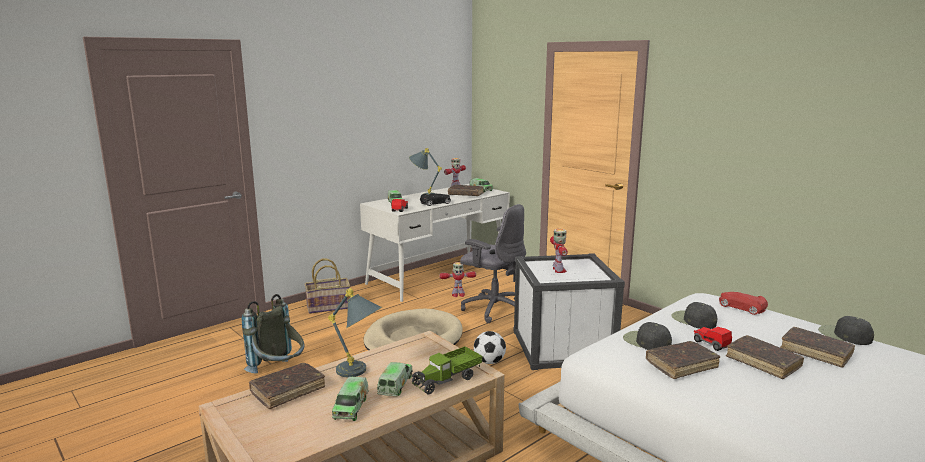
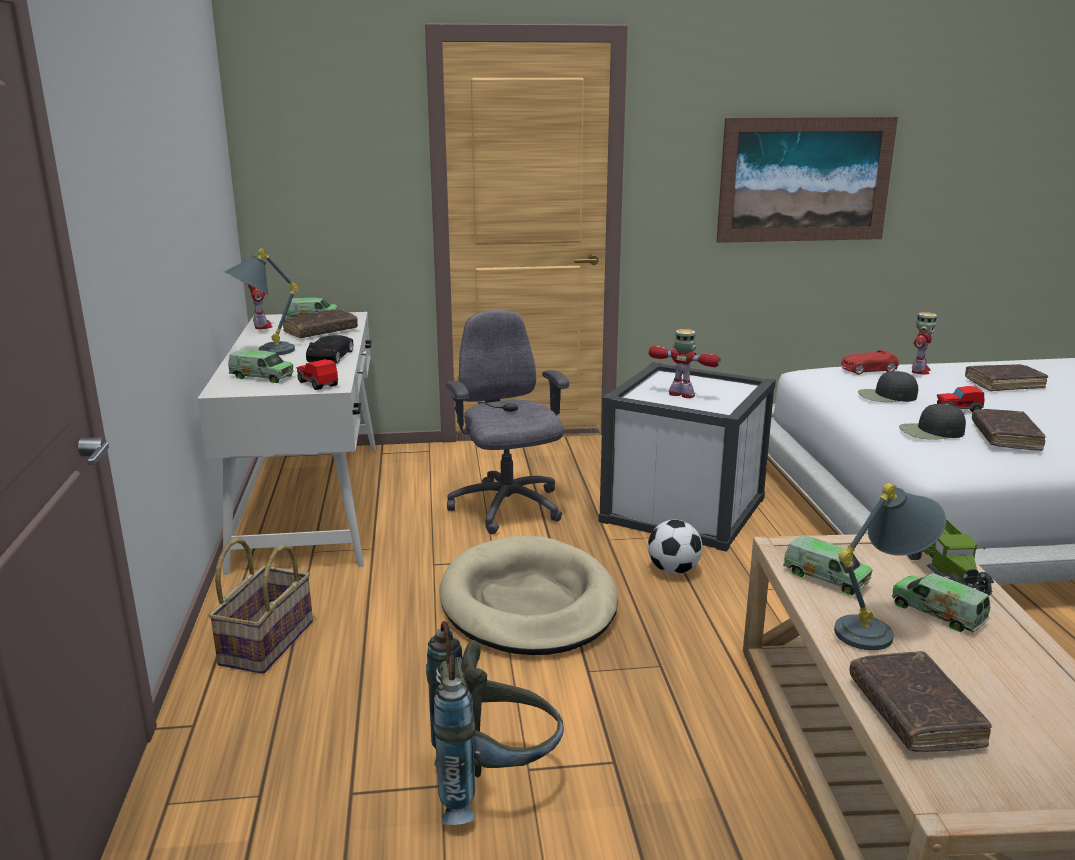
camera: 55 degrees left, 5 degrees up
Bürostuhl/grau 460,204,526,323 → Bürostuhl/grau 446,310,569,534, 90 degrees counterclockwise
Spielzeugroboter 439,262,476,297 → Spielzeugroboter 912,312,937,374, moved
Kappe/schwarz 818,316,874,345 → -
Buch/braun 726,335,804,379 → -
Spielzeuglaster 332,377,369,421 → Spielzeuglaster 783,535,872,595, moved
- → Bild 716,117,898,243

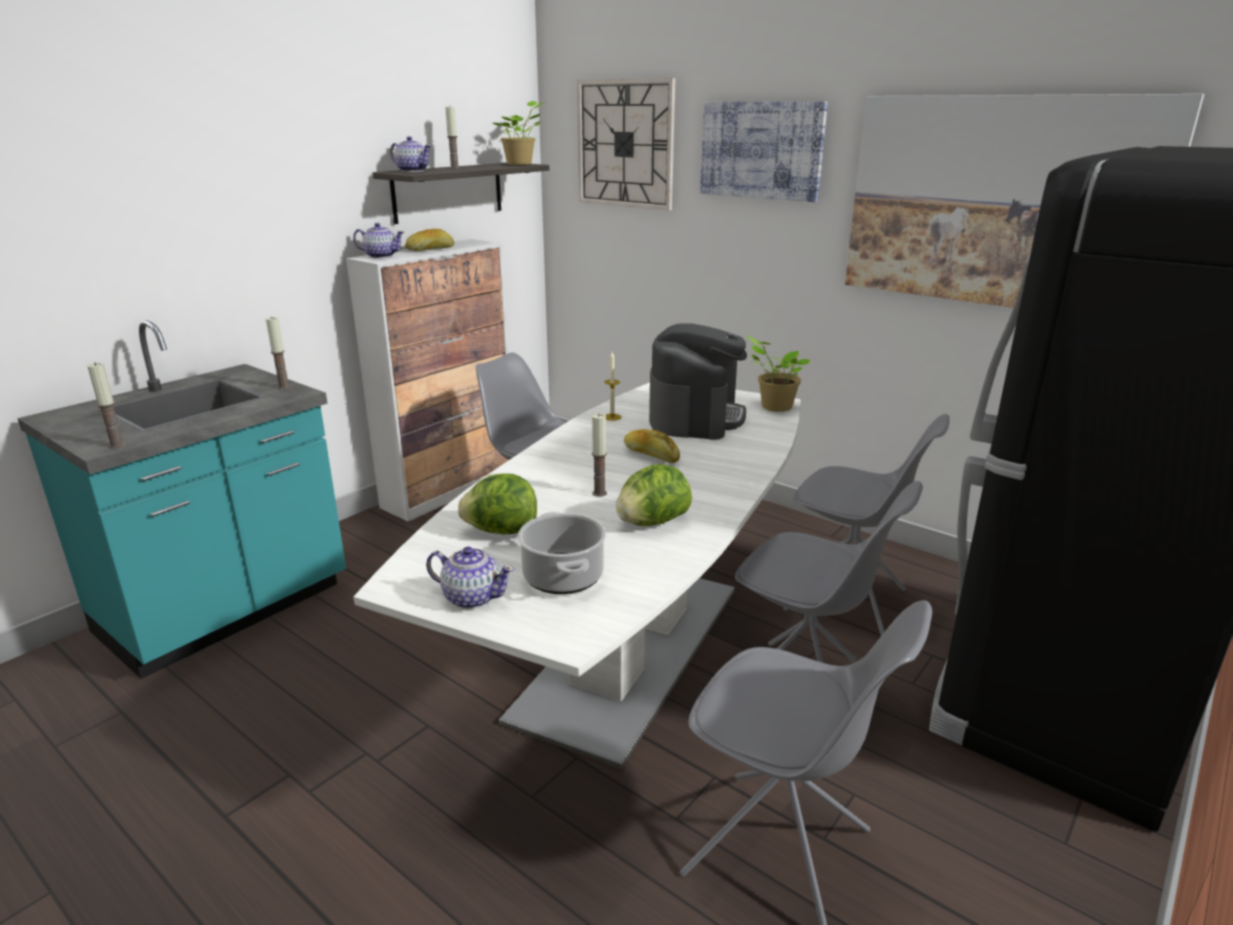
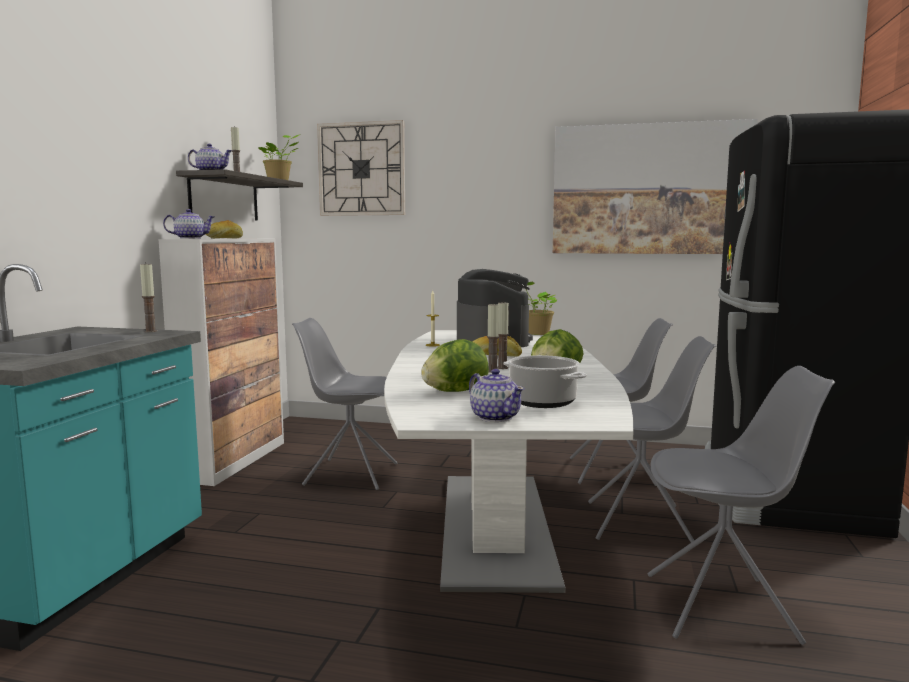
camera: 25 degrees left, 15 degrees down
Bild 700,101,828,202 → -
Kerze 87,362,126,448 → Kerze 497,301,509,369, moved
Teekanne 426,547,514,609 → Teekanne 469,369,525,422, 60 degrees clockwise

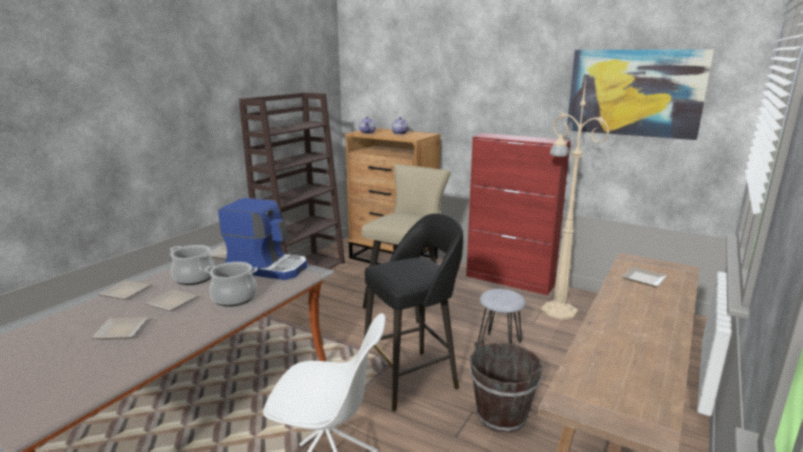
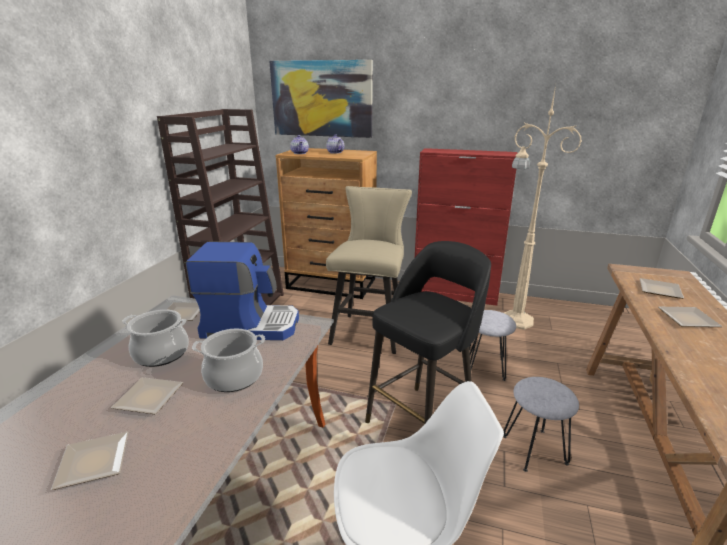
camera: 15 degrees left, 5 degrees up
Bild 567,49,714,140 → Bild 269,60,373,138, moved
Teller 98,281,151,299 → Teller 658,307,723,327, moved
Eimer/braun 470,338,543,433 → Hocker/grau 503,377,579,472

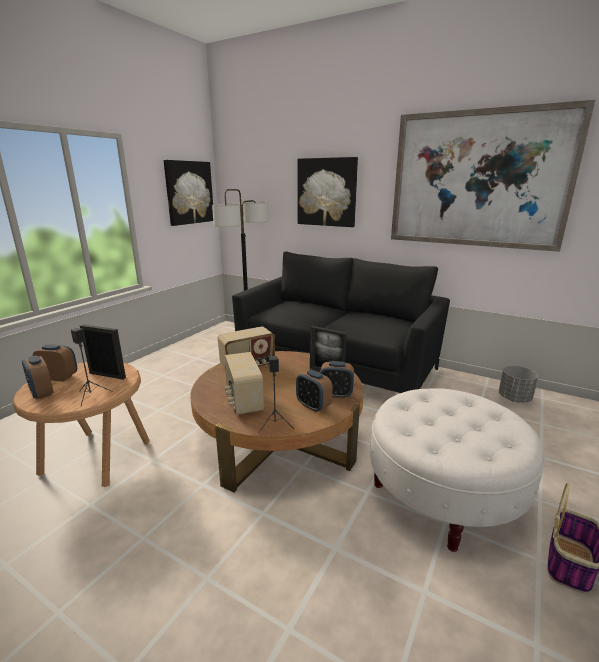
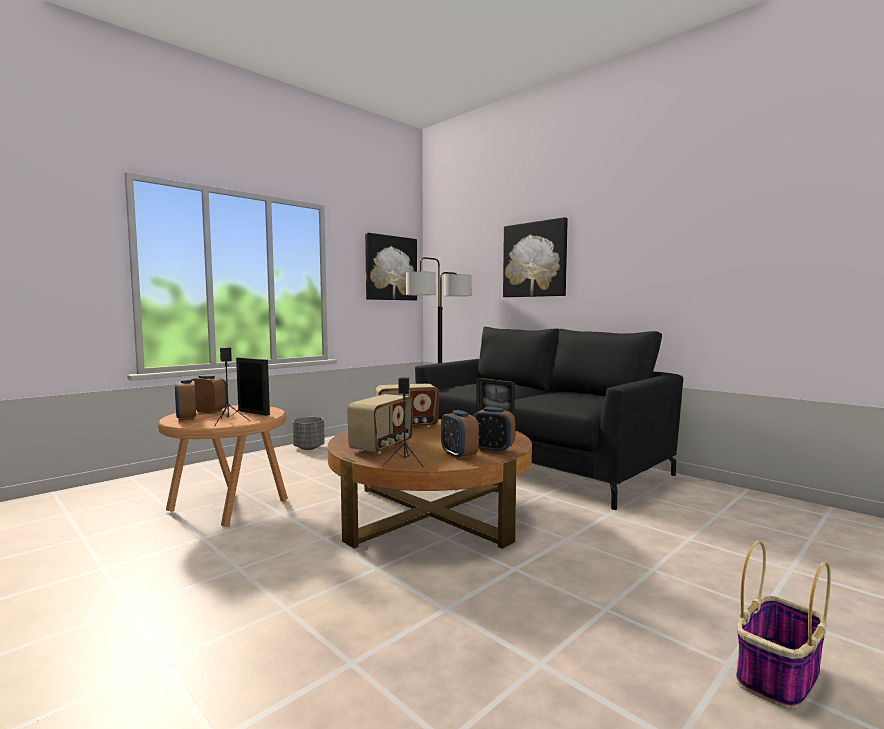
camera: 15 degrees right, 15 degrees down
Bild 391,100,595,252 → -
Radio 225,352,264,415 → Radio 347,394,413,454, 150 degrees counterclockwise
Pflanzkübel/grau 499,366,538,403 → Pflanzkübel/grau 293,417,325,450, moved
Polsterhocker/weiß 370,388,545,552 → -

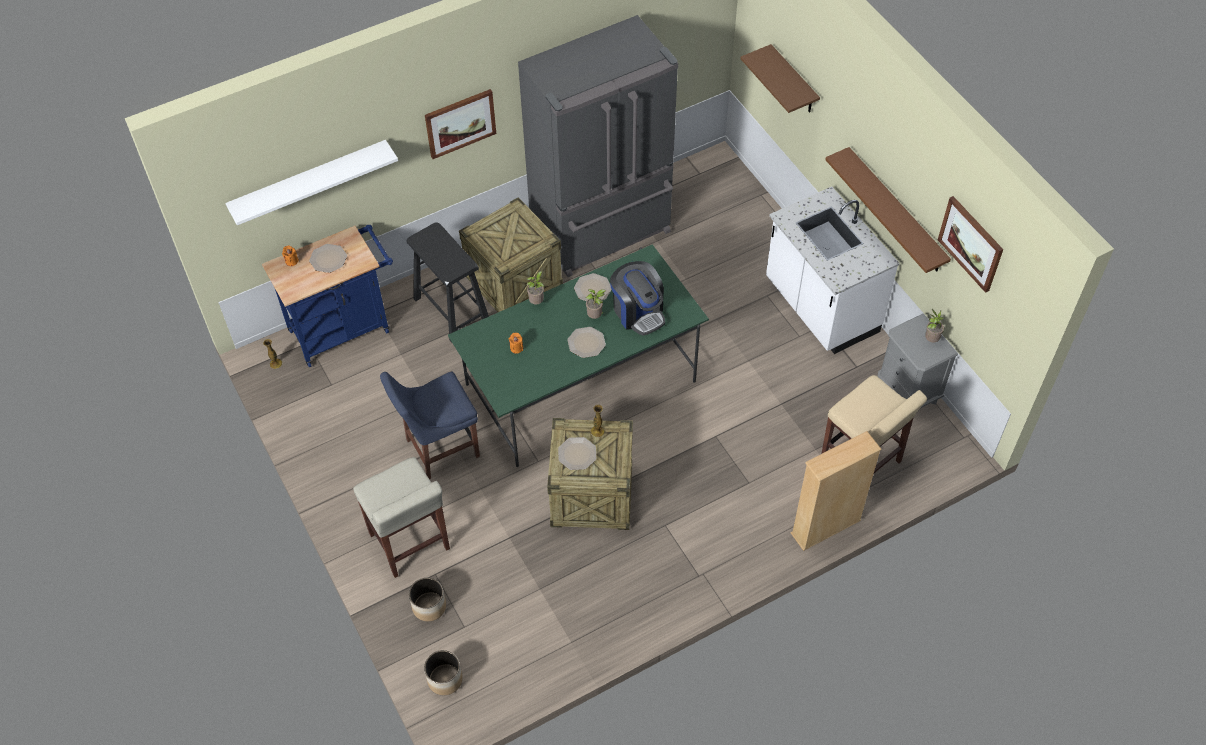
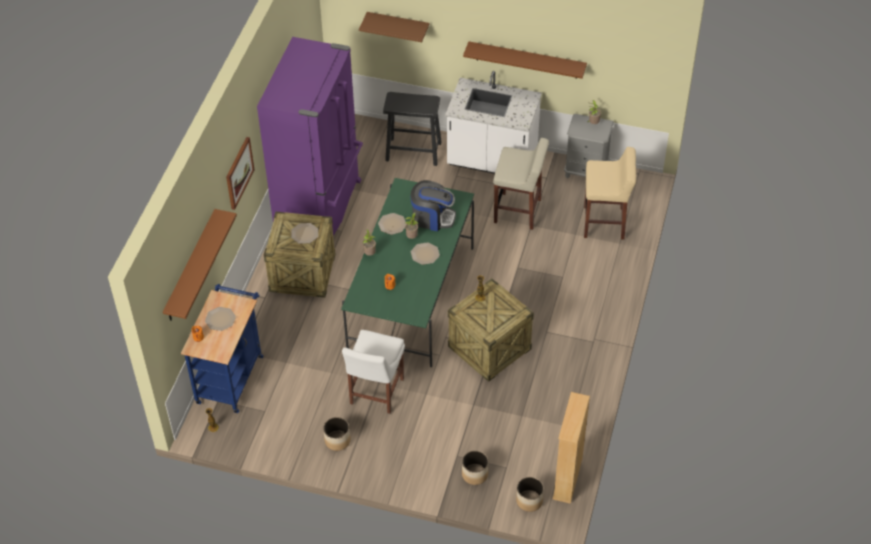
camera: 45 degrees left, 5 degrees down
Kühlschrank/grau 518,15,678,277 → Kühlschrank/lila 257,37,363,236
Wandregal/weiß 225,140,398,225 → Wandregal/braun 163,209,237,321
Bild 938,196,1003,293 → -
Hocker/schwarz 406,223,489,343 → Hocker/schwarz 383,92,442,166, moved
Stuhl/blau 380,372,480,479 → Stuhl/weiß 342,330,405,414
Bücherregal/beige 791,431,882,551 → Bücherregal/beige 553,392,590,504, moved
Teller 558,437,596,470 → Teller 291,223,318,244, moved
Hocker/beige 353,457,450,578 → Hocker/beige 493,138,549,230, moved
- → Pflanzkübel 323,417,351,451

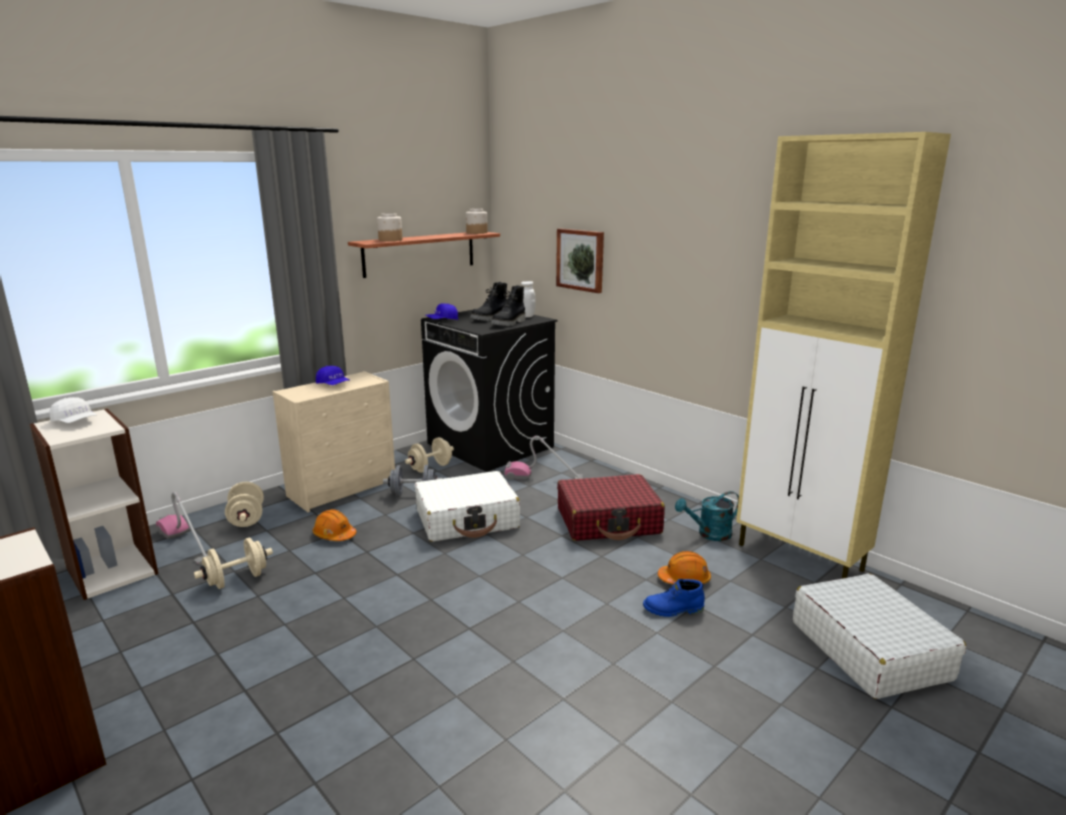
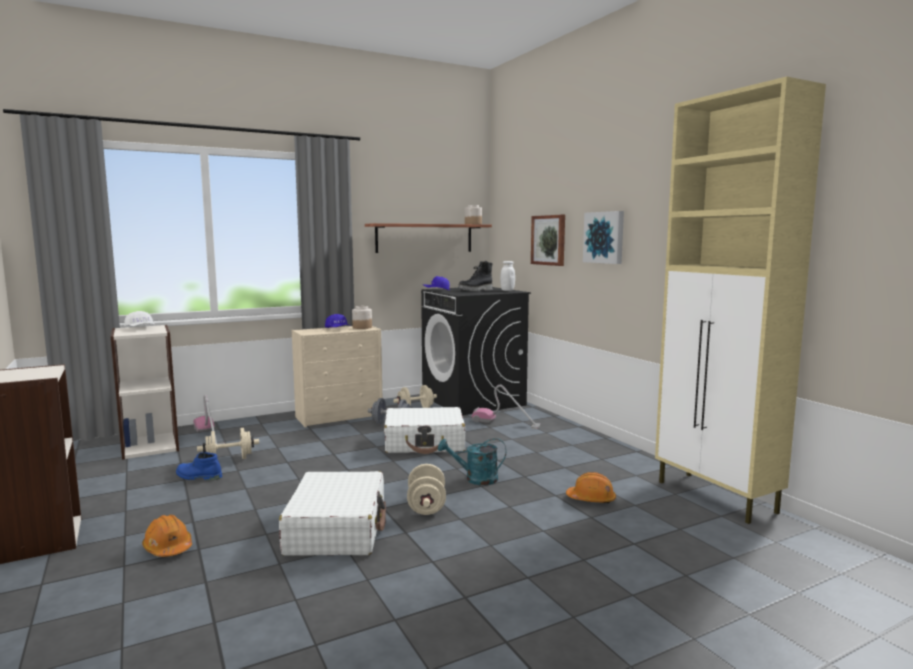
camera: 15 degrees right, 10 degrees down
Vorratsglas 377,213,402,241 → Vorratsglas 352,306,372,329, moved
Stiefel/schwarz 491,285,525,326 → -
Koffer/rot 557,474,665,541 → -
Hantel/beige 225,482,264,527 → Hantel/beige 407,464,446,515, moved
Gießkanne/türkis 675,491,739,541 → Gießkanne/türkis 438,438,506,485, moved
Schutzhelm/orange 312,509,356,541 → Schutzhelm/orange 142,515,192,557, moved
Koffer/weiß 793,573,966,699 → Koffer/weiß 279,471,386,556, moved
Stiefel/blau 643,579,705,617 → Stiefel/blau 176,452,222,480, moved
- → Bild 583,211,624,264

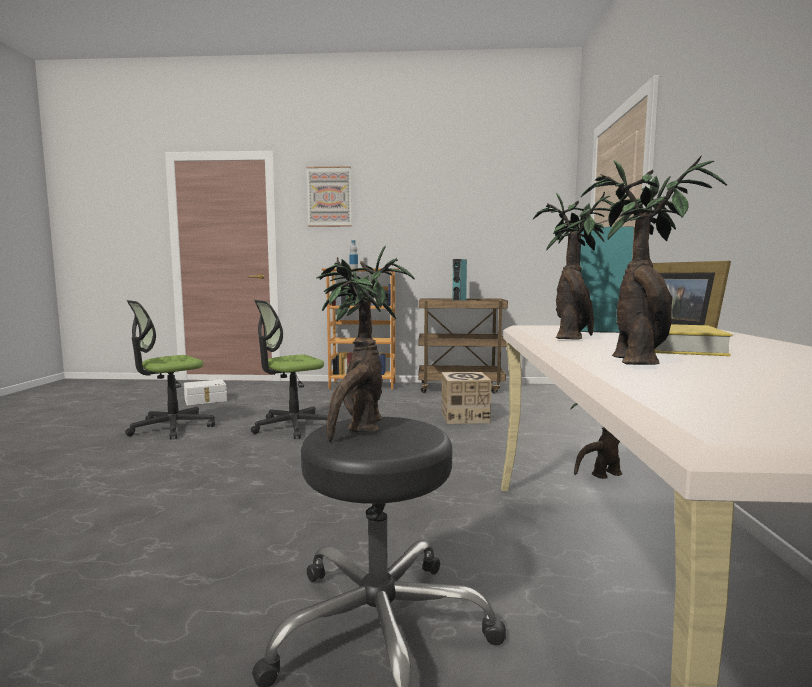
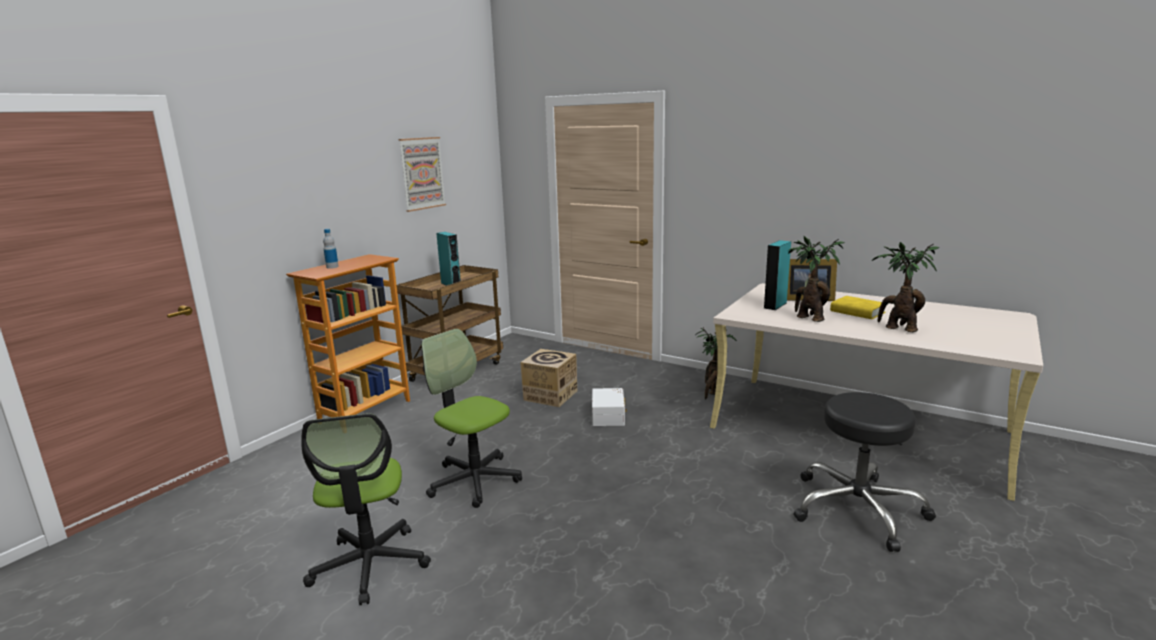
camera: 60 degrees left, 10 degrees up
Bild 306,166,352,227 → Bild 399,137,446,212, moved
Topfpflanze 316,246,415,442 → -
Bürostuhl 251,300,328,439 → Bürostuhl 421,329,522,508, 135 degrees clockwise
Aufbewahrungsbox/weiß 184,379,227,406 → Aufbewahrungsbox/weiß 592,388,627,426, moved

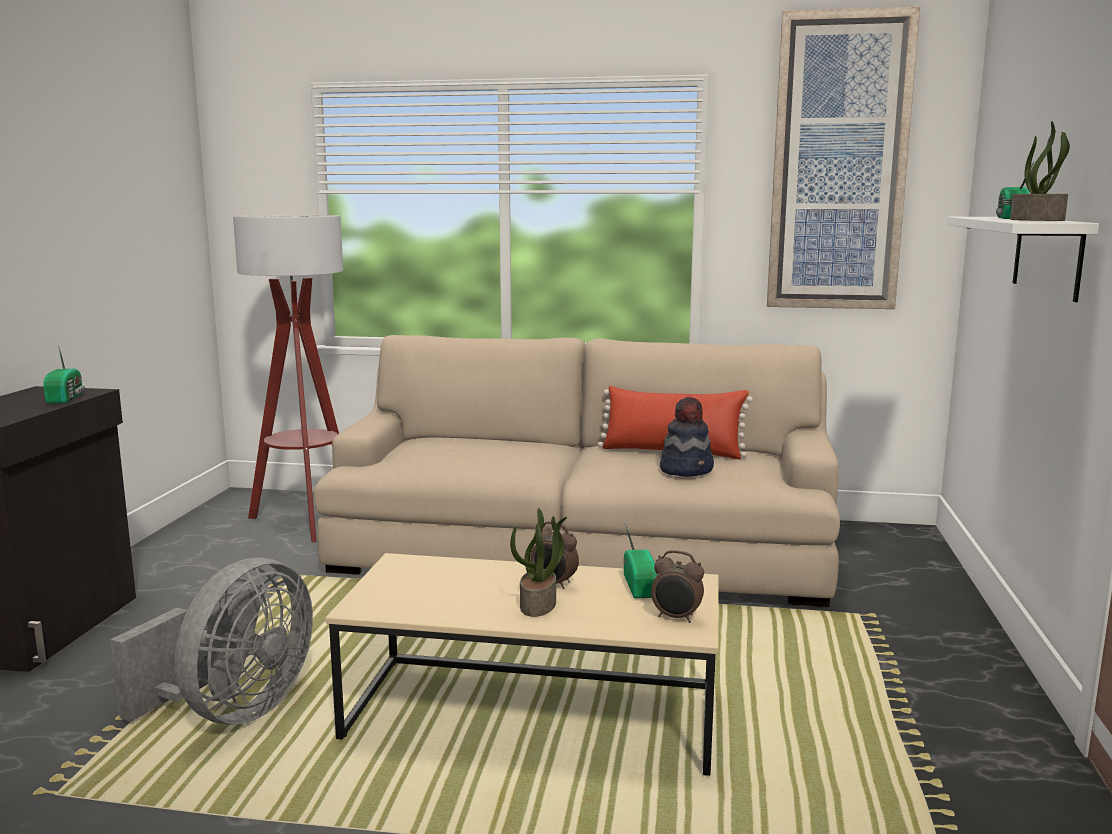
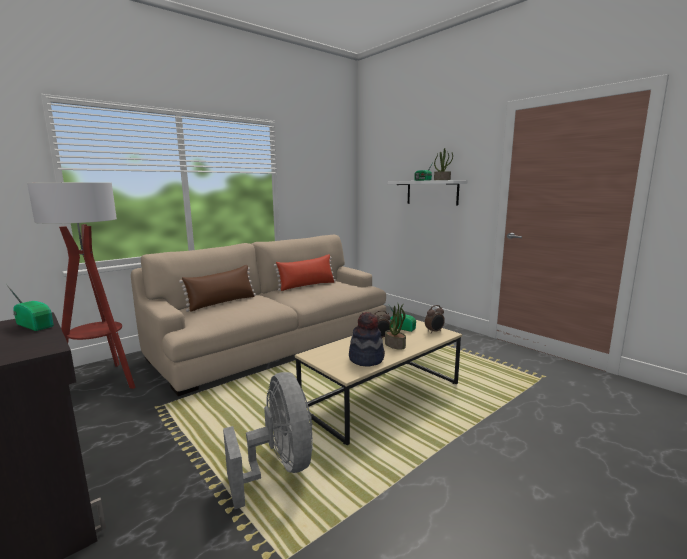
camera: 50 degrees left, 0 degrees up
Bild 767,7,920,309 → -
Hut 660,397,714,476 → Hut 349,312,385,367, moved
- → Kissen/braun 179,265,256,312

